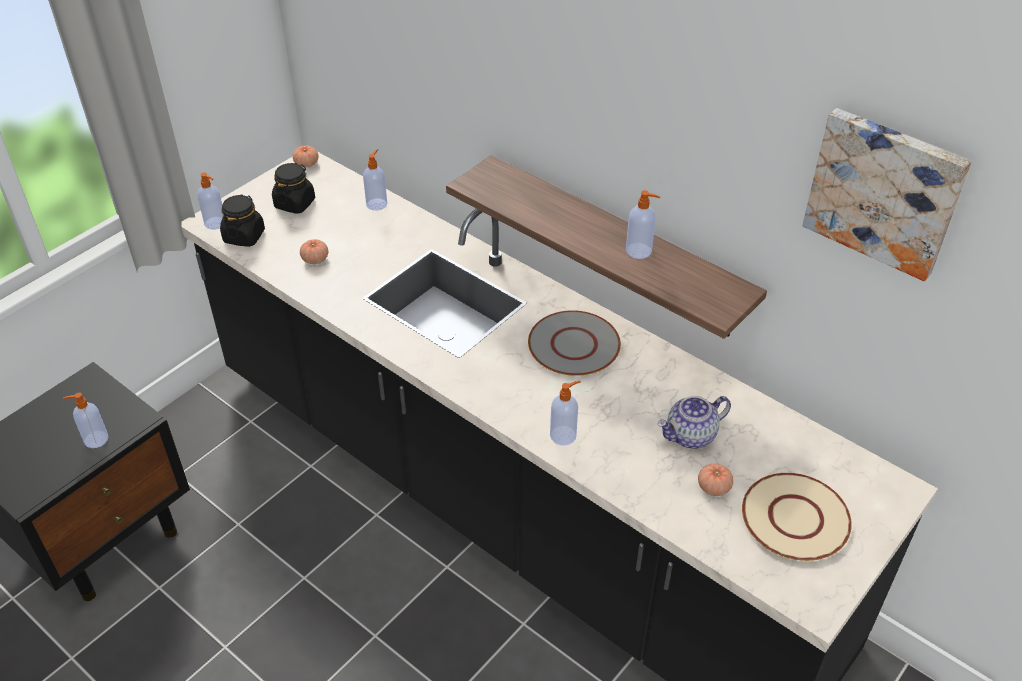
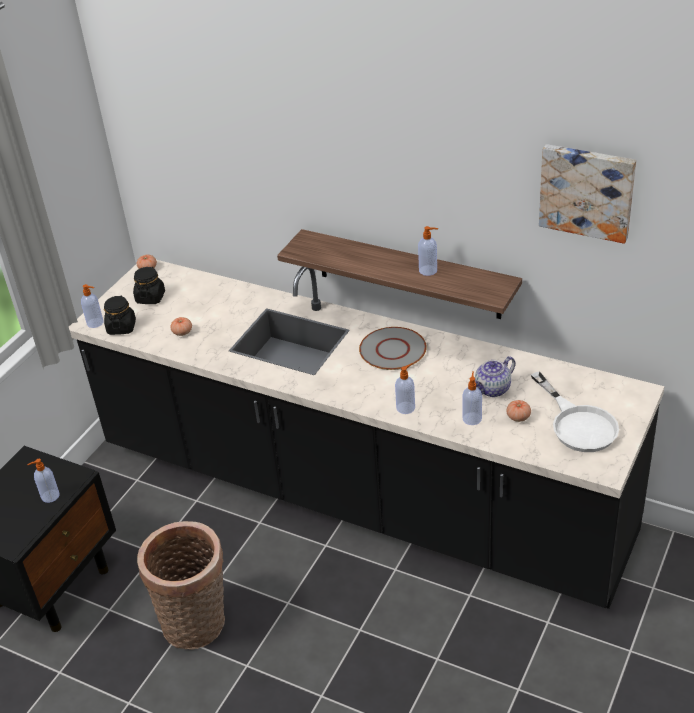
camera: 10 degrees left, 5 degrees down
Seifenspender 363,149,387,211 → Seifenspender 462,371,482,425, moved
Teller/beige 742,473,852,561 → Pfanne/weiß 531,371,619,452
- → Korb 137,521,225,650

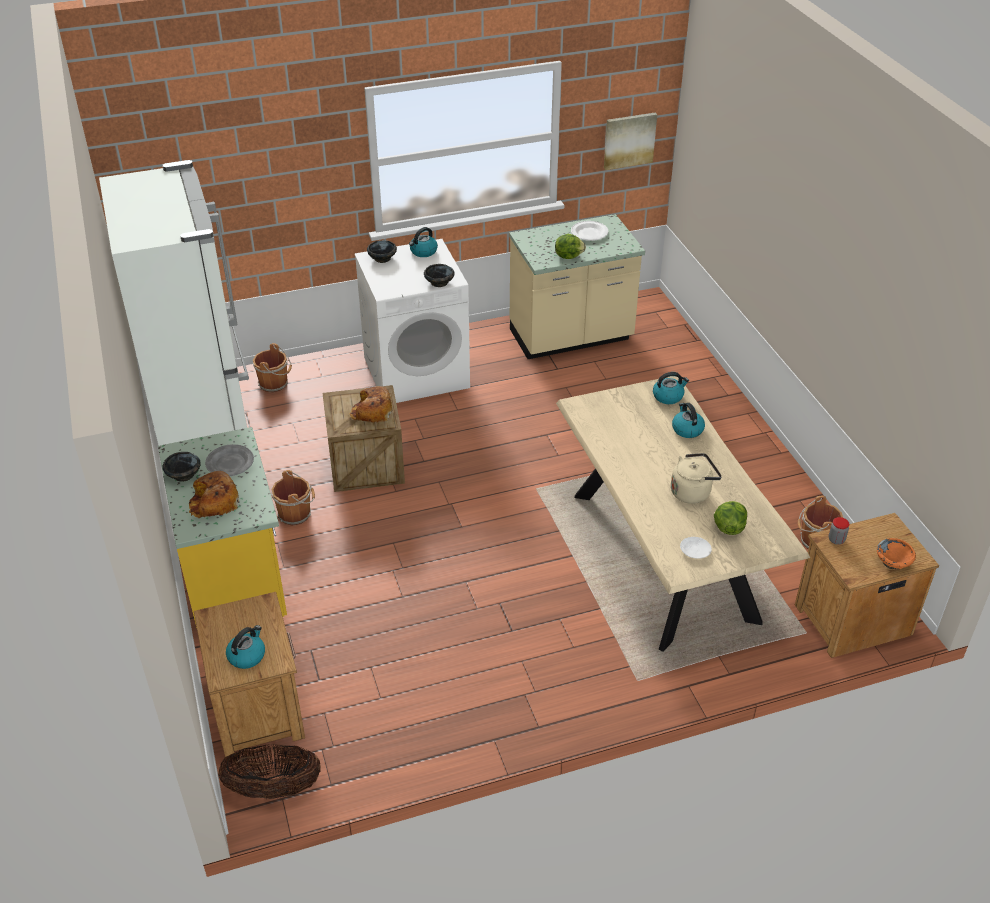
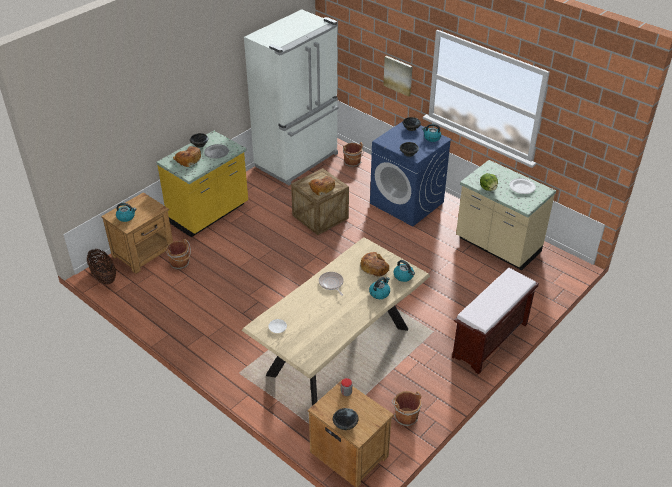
camera: 60 degrees right, 0 degrees up
Bild 604,113,657,170 → Bild 383,56,413,97, moved
Waschmaschine/weiß 355,239,470,403 → Waschmaschine/blau 370,121,452,227
Wasserkessel/beige 671,453,722,504 → -
Eimer/braun 271,470,315,526 → Eimer/braun 166,238,191,270, moved
Salatkopf 714,501,747,535 → -
Schüssel/orange 877,538,916,570 → Schüssel/schwarz 333,408,359,430
- → Brot 360,252,389,276
- → Bank/braun 452,268,539,374
- → Pfanne 319,272,344,296

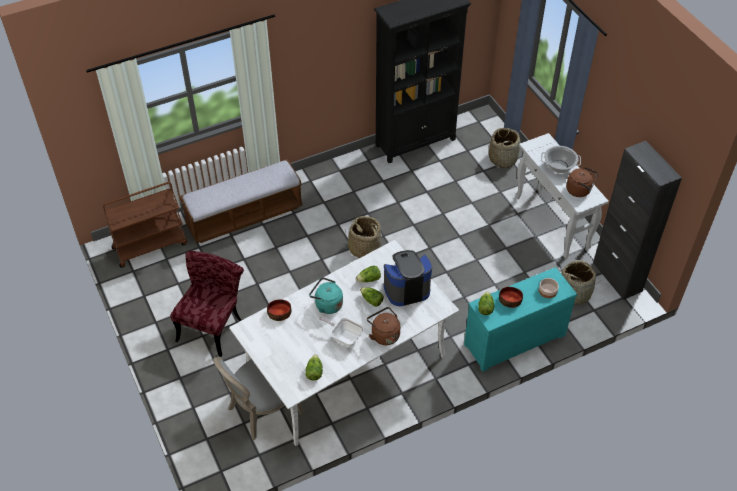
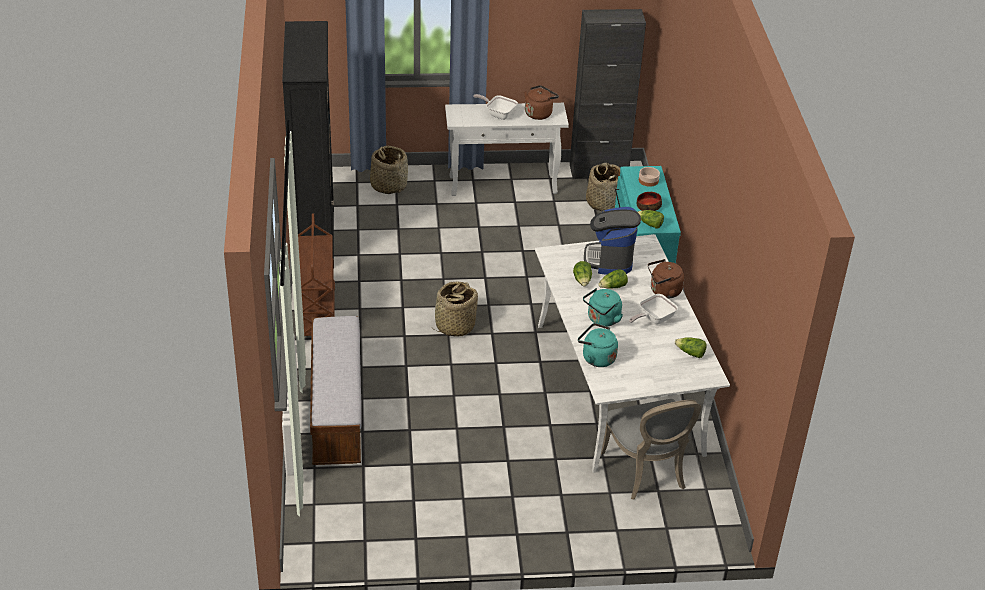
camera: 70 degrees left, 10 degrees down
Kochtopf 541,146,581,173 → Pfanne 473,94,518,120
Rollwagen/braun 103,182,187,268 → Rollwagen/braun 298,213,335,336, moved
Stuhl/rot 170,251,244,357 → -
Schüssel 267,299,291,321 → Wasserkessel/türkis 578,323,618,367

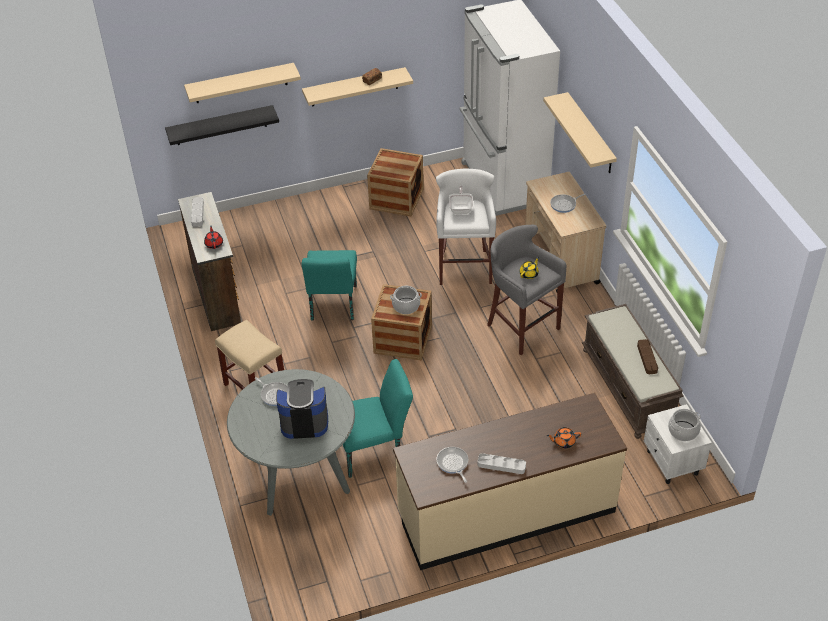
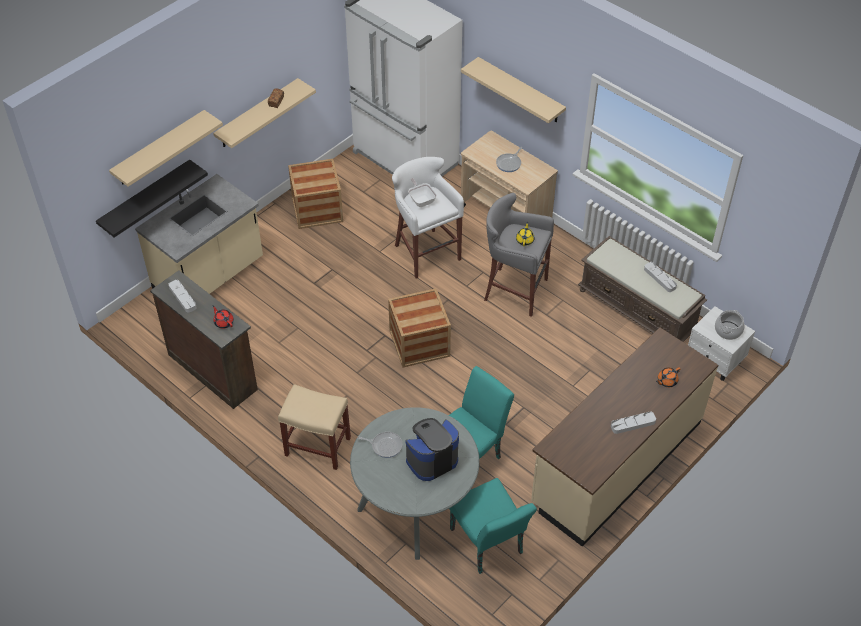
camera: 30 degrees left, 5 degrees up
Stuhl/türkis 301,250,357,321 → Stuhl/türkis 449,478,537,574, moved
Kochtopf 390,286,422,314 → -
Tablett/braun 637,339,658,374 → Tablett/grau 644,262,677,292
Pfanne 436,447,468,483 → -
- → Küchenzeile/beige 135,174,263,294

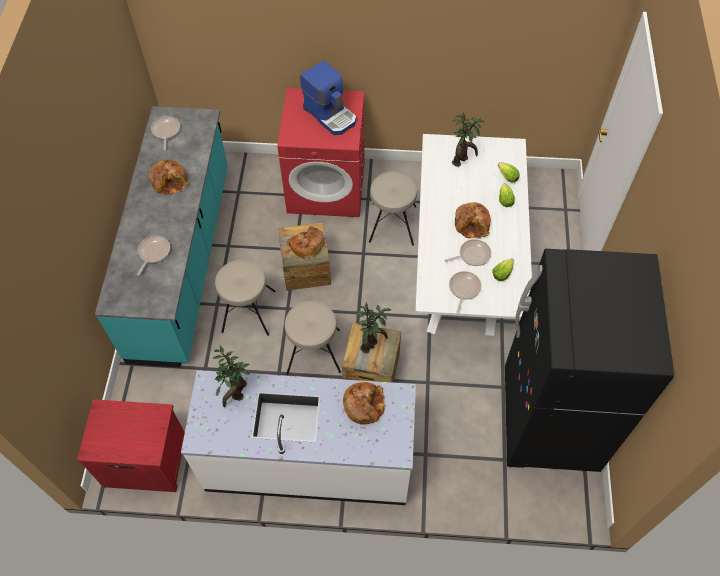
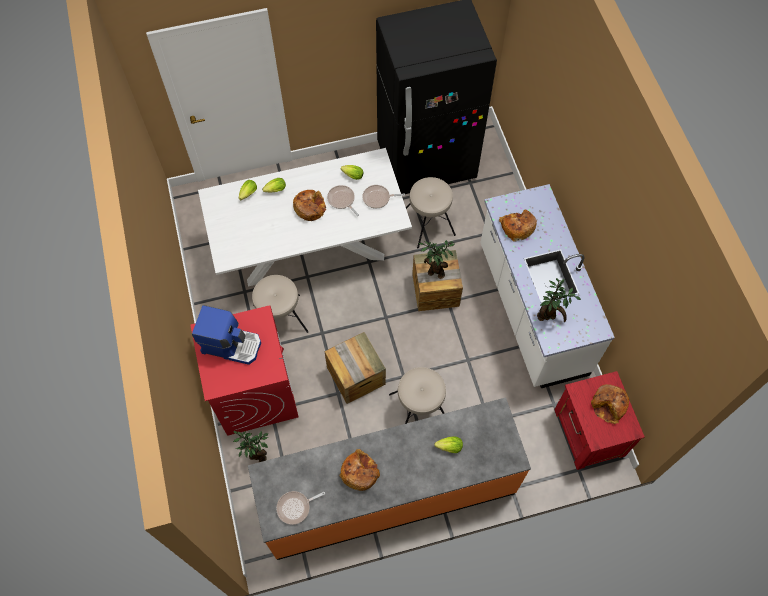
camera: 110 degrees left, 5 degrees up
Kaffeemaschine 300,60,356,135 → Kaffeemaschine 192,305,261,365, 75 degrees clockwise
Küchenzeile/türkis 95,106,228,368 → Küchenzeile/orange 248,397,531,560
Topfpflanze 452,112,485,167 → Topfpflanze 233,431,268,462, moved
Brot 286,226,324,260 → Brot 591,384,629,424, moved
Pfanne 137,235,170,276 → Salatkopf 434,437,463,453
Hocker/beige 285,301,341,375 → Hocker/beige 406,177,456,249, moved

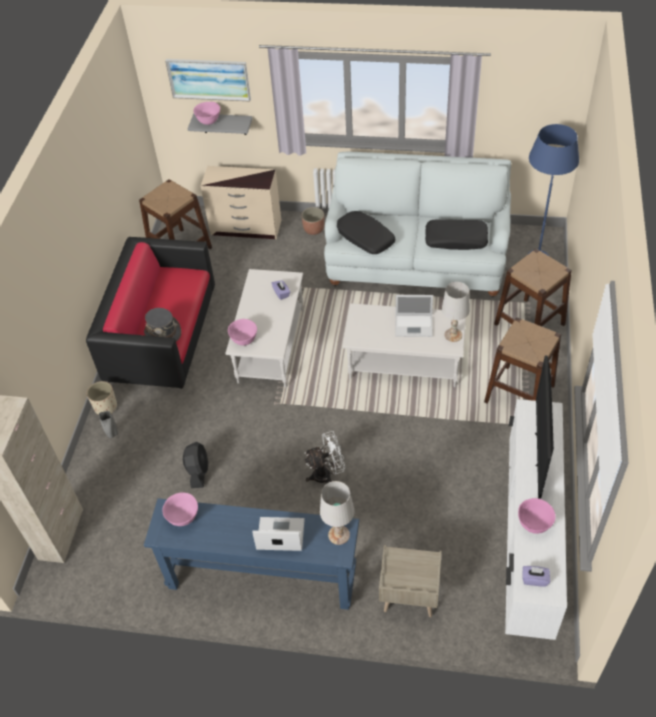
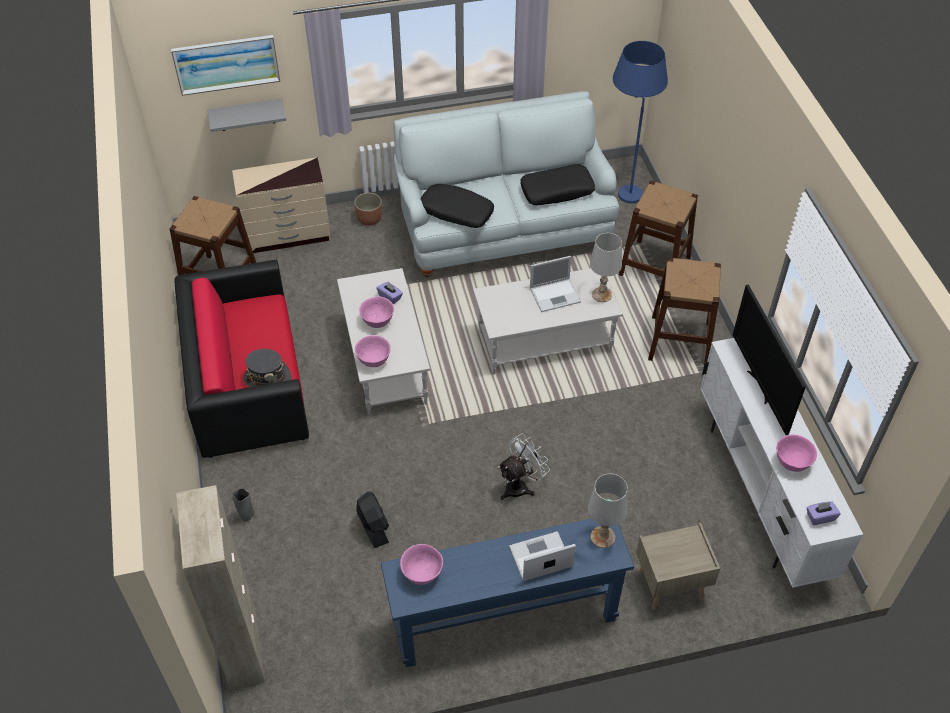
camera: 25 degrees left, 0 degrees up
Schüssel/rosa 193,102,220,125 → Schüssel/rosa 359,296,394,328, moved
Pflanzkübel/beige 87,381,117,415 → -

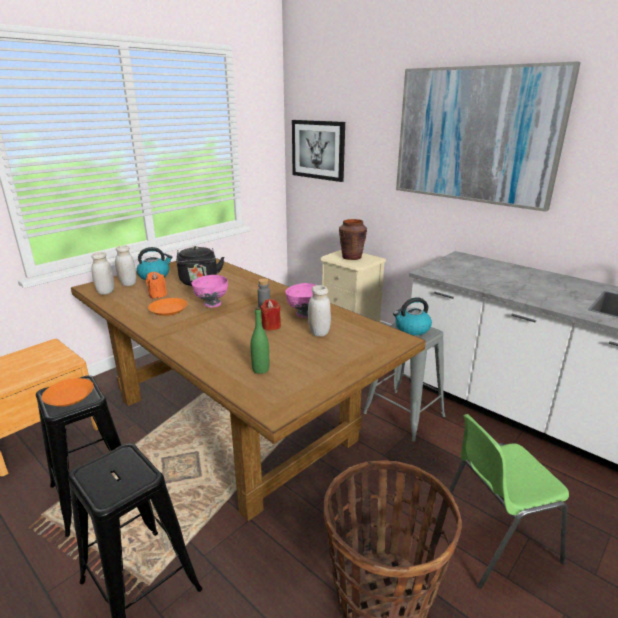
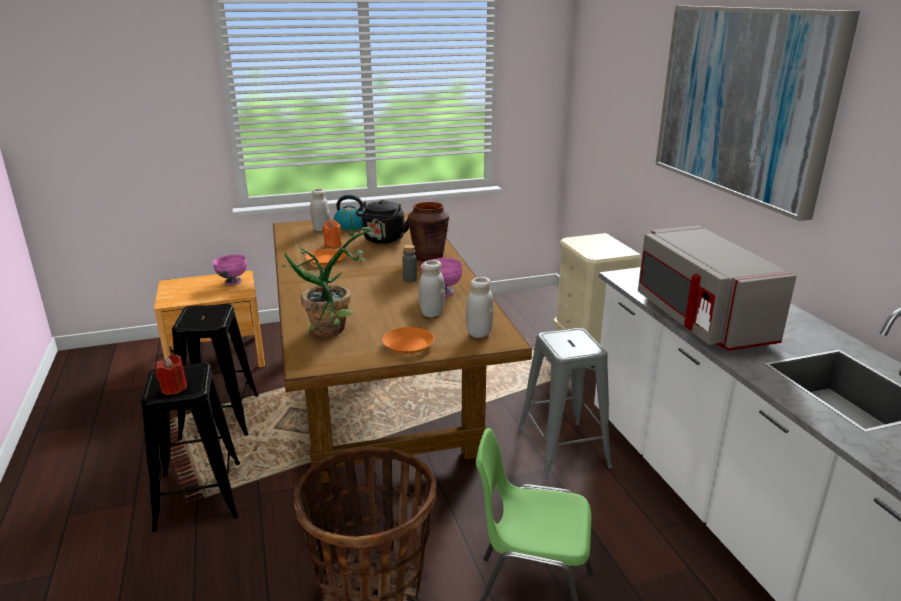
camera: 30 degrees right, 0 degrees up
Bild 292,120,345,182 → -
Vase/braun 339,219,367,260 → Vase/braun 408,202,449,262, moved
Vorratsglas/weiß 91,252,114,295 → Vorratsglas/weiß 466,277,494,338, moved
Schüssel/rosa 191,275,228,307 → Schüssel/rosa 213,254,247,285, moved
Wasserkessel 393,297,432,335 → -
Kerze/rot 260,299,281,331 → Kerze/rot 155,354,187,395, moved
Flasche/grün 251,307,269,374 → Topfpflanze 281,209,372,336
Teller/orange 42,378,94,407 → Teller/orange 382,327,434,354, moved
- → Mikrowelle/grau 638,226,797,351

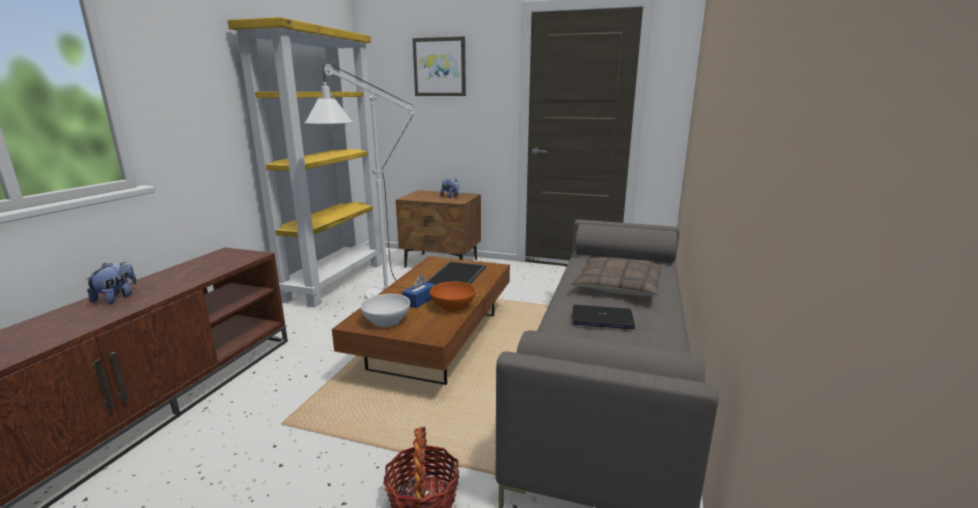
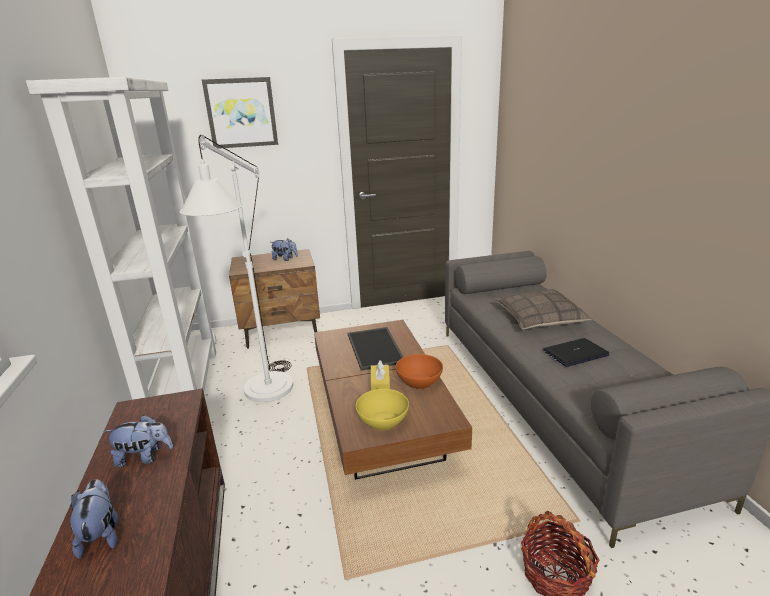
camera: 30 degrees left, 5 degrees up
Bücherregal/gelb 227,17,382,308 → Bücherregal/weiß 26,77,216,400
Taschentuchbox/blau 402,275,435,308 → Taschentuchbox/gelb 371,361,390,390
Schüssel/weiß 360,294,410,327 → Schüssel/gelb 356,389,409,430
- → Plüschtier 103,415,173,467

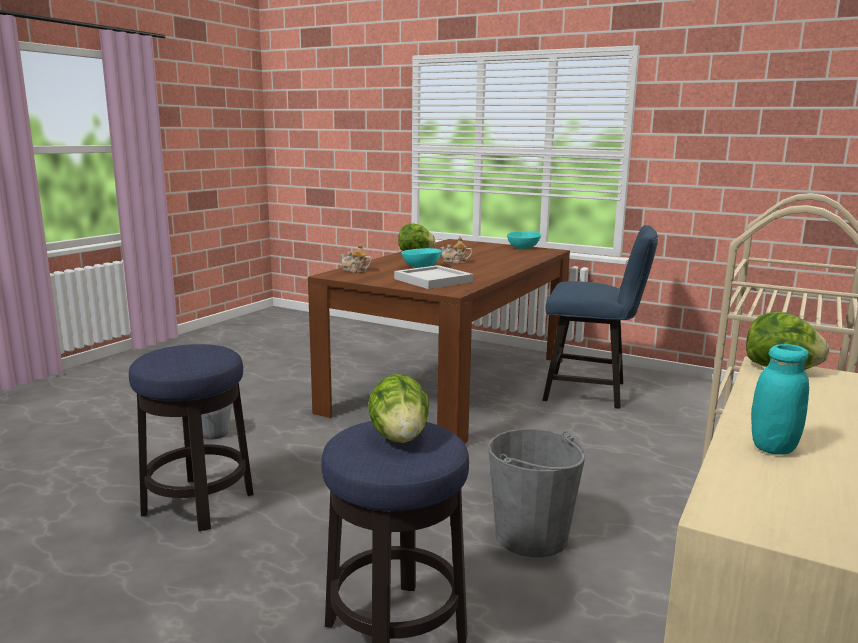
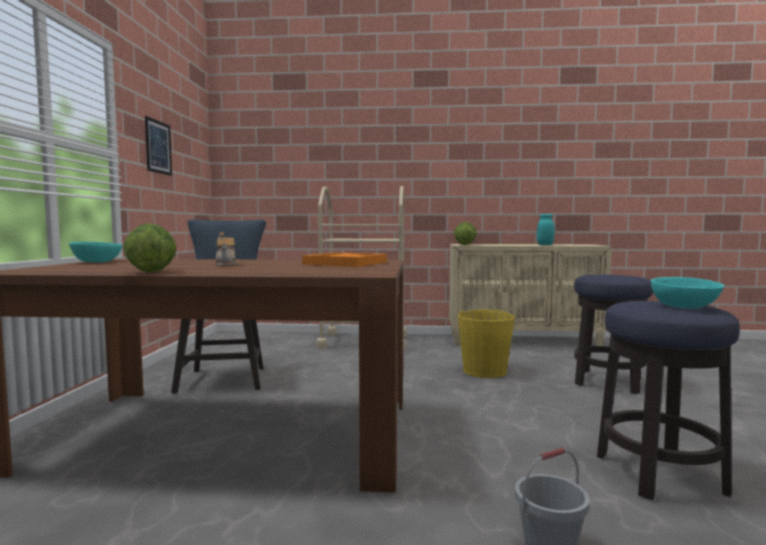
camera: 115 degrees left, 10 degrees down
Teekanne 340,244,372,273 → -
Schüssel/türkis 401,248,442,268 → Schüssel/türkis 651,277,724,309, moved
Tablett/weiß 394,265,473,289 → Tablett/orange 302,253,387,267
Salatkopf 368,374,429,443 → -
Eimer/grau 488,429,586,557 → Eimer/gelb 458,309,515,378
- → Bild 145,116,172,176

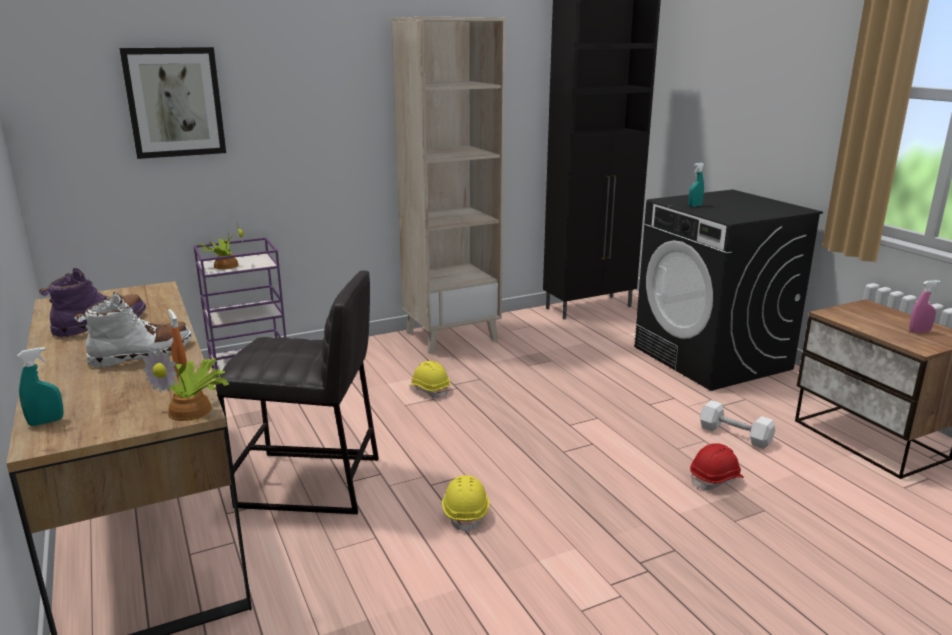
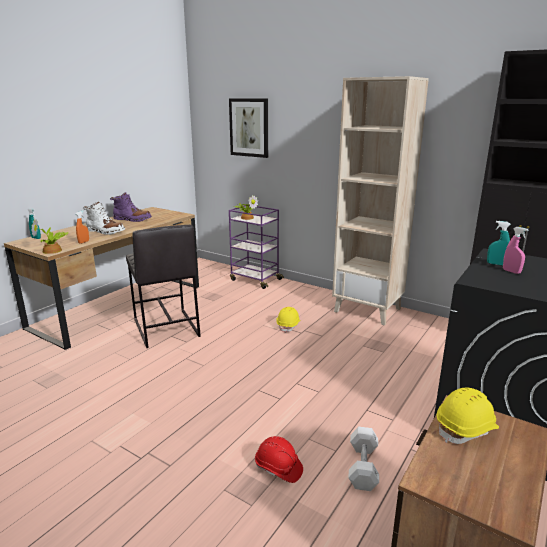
camera: 60 degrees right, 0 degrees up
Sprühflasche/rosa 909,280,941,333 → Sprühflasche/rosa 503,227,528,274, moved
Schutzhelm/gelb 442,475,489,533 → Schutzhelm/gelb 437,388,499,444, moved

